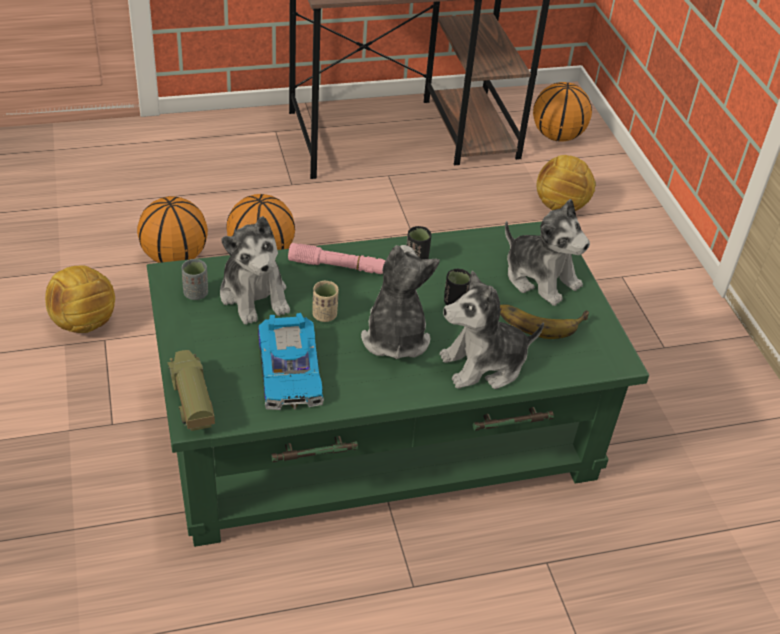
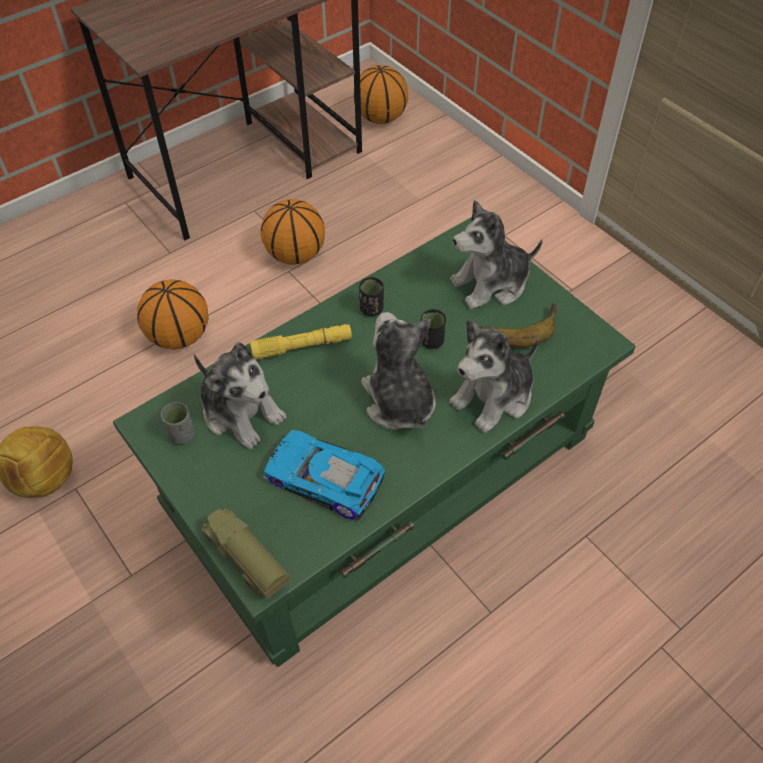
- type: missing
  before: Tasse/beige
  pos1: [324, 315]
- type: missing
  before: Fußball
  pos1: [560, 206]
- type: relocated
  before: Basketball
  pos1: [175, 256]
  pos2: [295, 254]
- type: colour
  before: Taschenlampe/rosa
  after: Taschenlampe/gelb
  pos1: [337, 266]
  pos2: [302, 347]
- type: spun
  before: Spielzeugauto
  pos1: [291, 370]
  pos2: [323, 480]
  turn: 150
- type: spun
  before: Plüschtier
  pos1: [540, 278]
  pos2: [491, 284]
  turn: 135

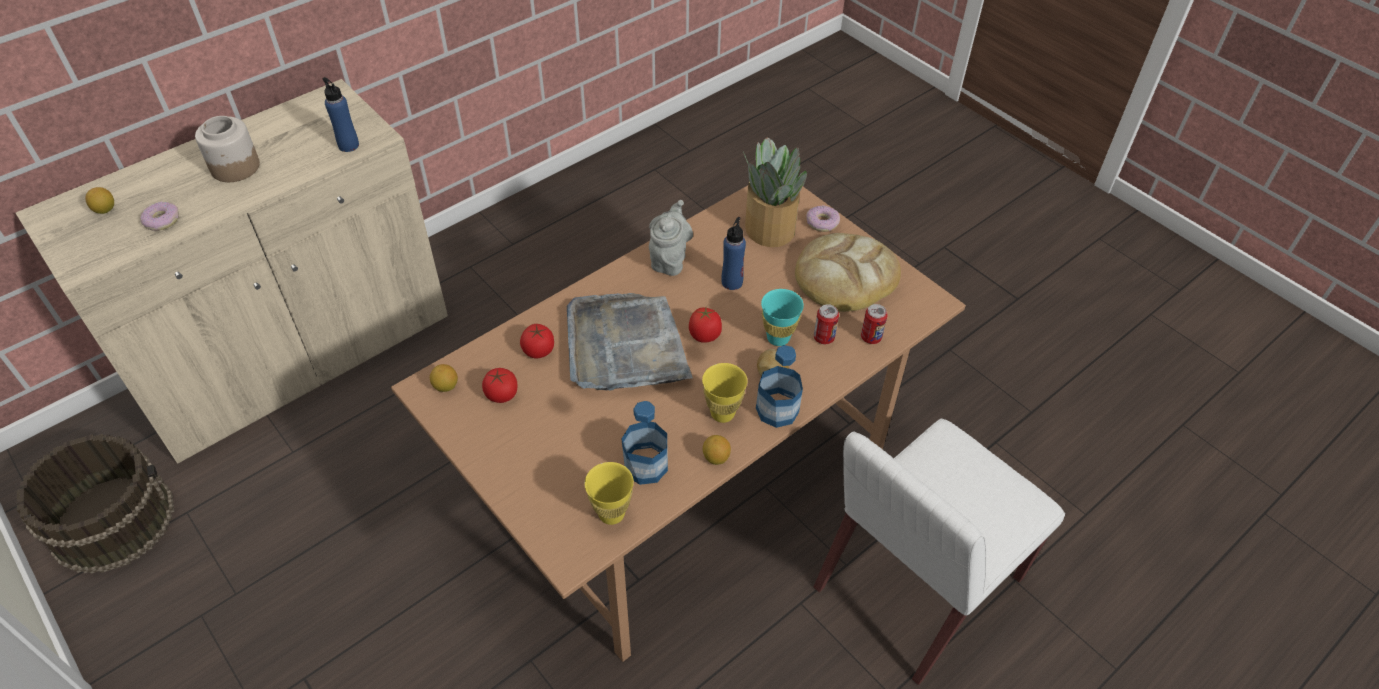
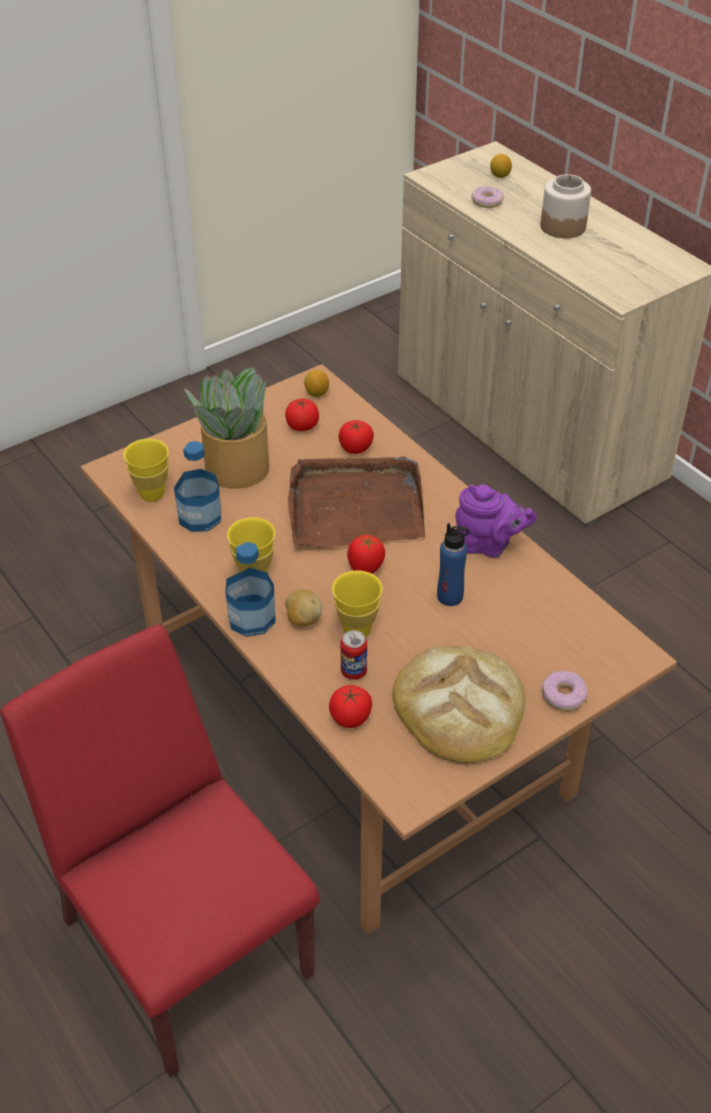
- type: missing
  before: Eimer/braun
  pos1: [112, 520]
- type: missing
  before: Flasche/blau
  pos1: [348, 145]
- type: missing
  before: Zitrone
  pos1: [716, 458]
- type: relocated
  before: Topfpflanze
  pos1: [770, 229]
  pos2: [236, 469]
- type: exchanged
  before: Dose
  after: Tomate
  pos1: [871, 337]
  pos2: [350, 717]
- type: colour
  before: Tablett/grau
  after: Tablett/braun
  pos1: [625, 347]
  pos2: [355, 507]
- type: colour
  before: Teekanne/grau
  after: Teekanne/lila
  pos1: [669, 259]
  pos2: [488, 545]
- type: colour
  before: Tasse/türkis
  after: Tasse/gelb
  pos1: [778, 338]
  pos2: [357, 629]
- type: colour
  before: Stuhl/weiß
  after: Stuhl/rot
  pos1: [916, 585]
  pos2: [185, 945]

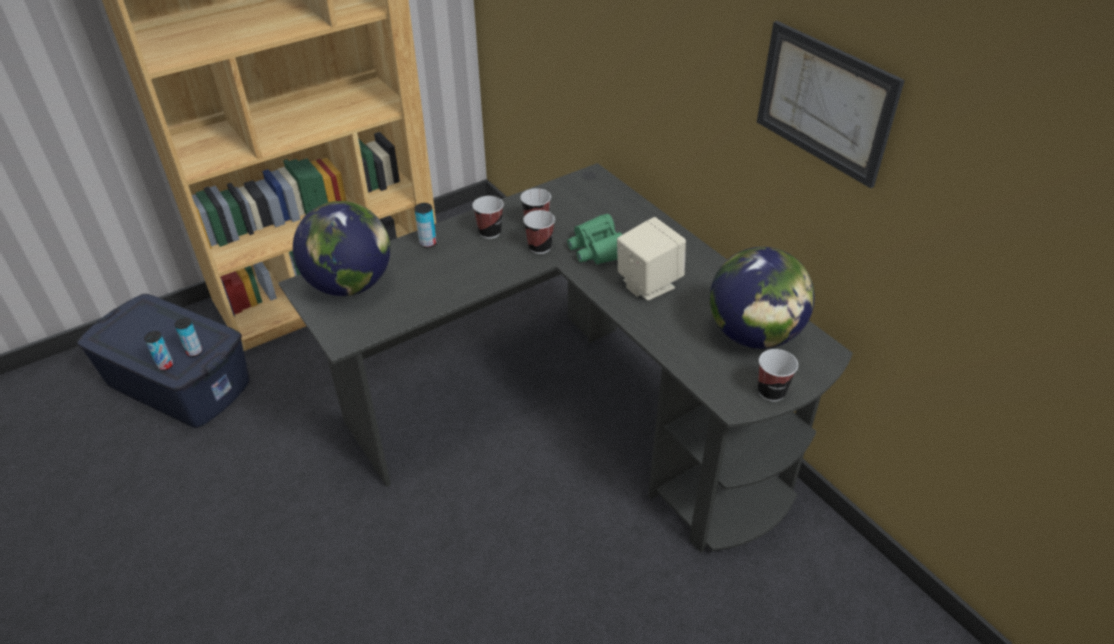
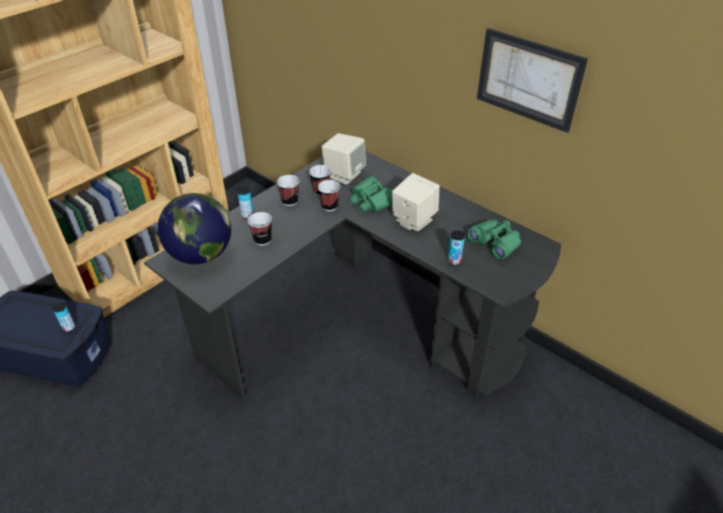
- type: appeared
  after: Lautsprecher/beige
  pos2: [344, 174]
- type: relocated
  before: Dose
  pos1: [165, 365]
  pos2: [454, 261]
- type: relocated
  before: Tasse
  pos1: [771, 392]
  pos2: [262, 240]
- type: exchanged
  before: Globus
  after: Fernglas/grün
  pos1: [753, 335]
  pos2: [495, 243]

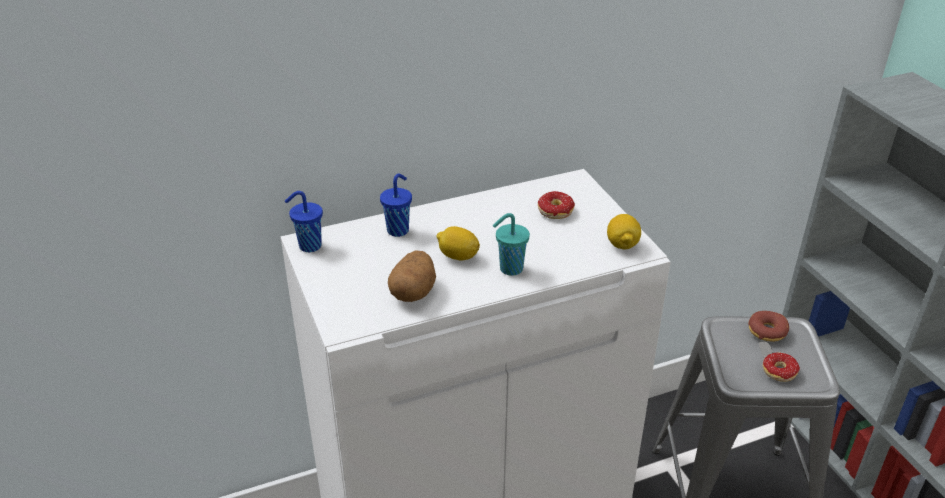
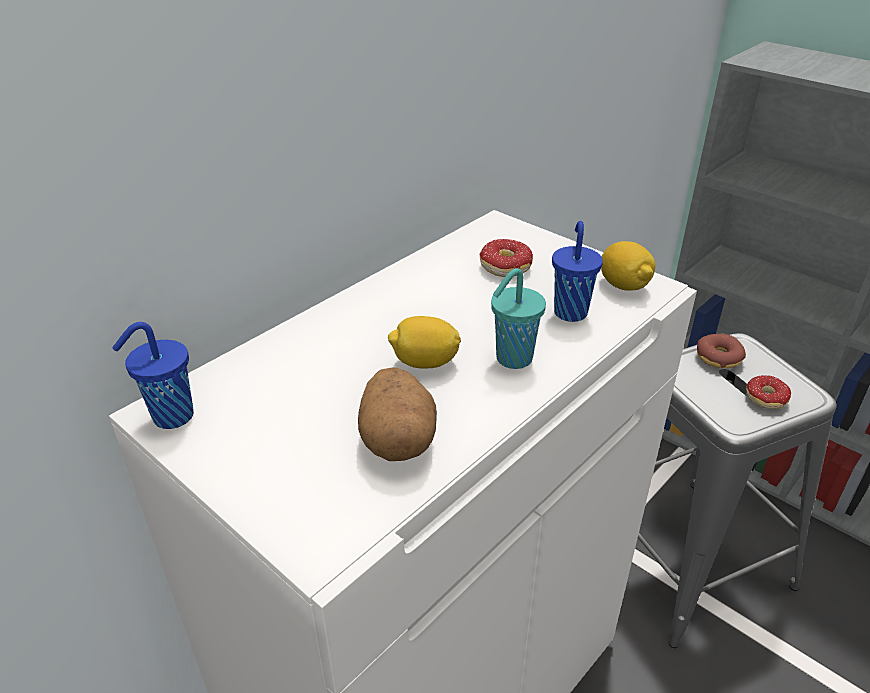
- type: relocated
  before: Tasse/blau
  pos1: [398, 230]
  pos2: [570, 311]

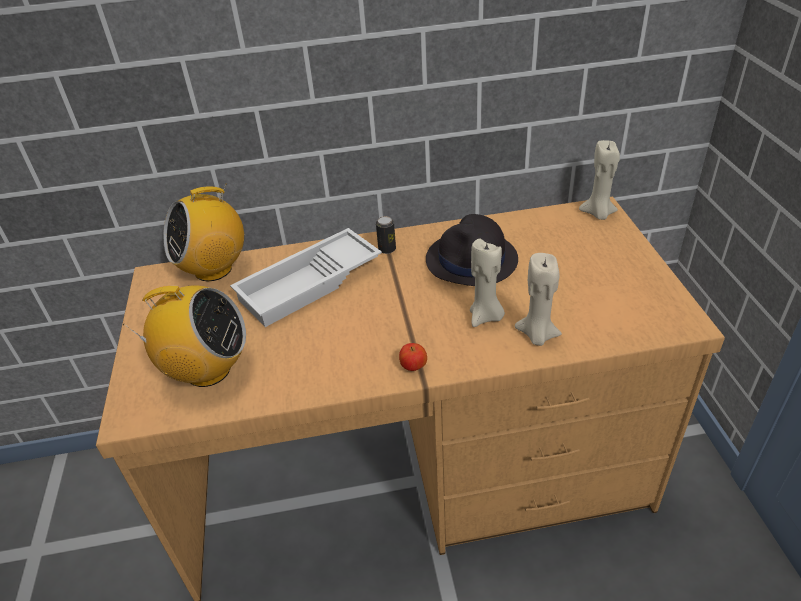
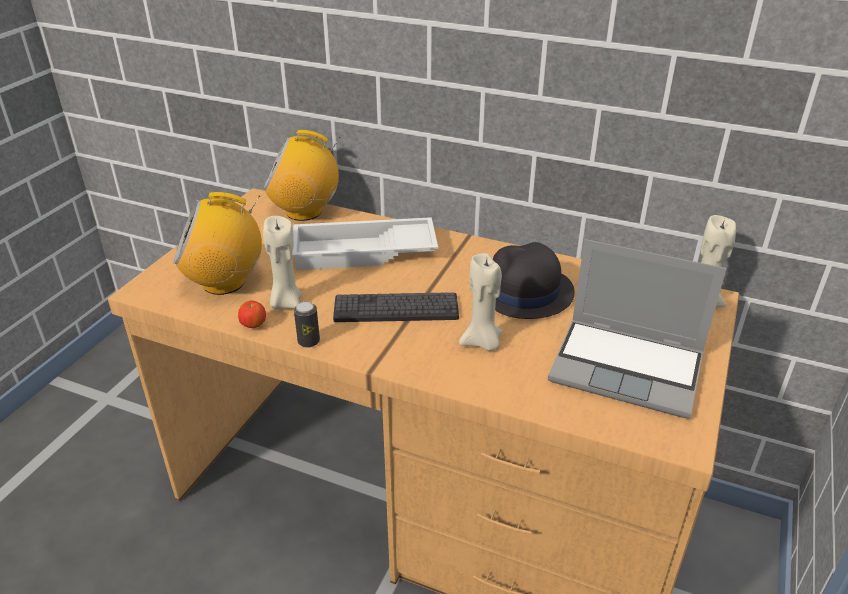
- type: appeared
  after: Tastatur
  pos2: [396, 309]
- type: appeared
  after: Laptop
  pos2: [628, 368]
- type: relocated
  before: Dose
  pos1: [387, 249]
  pos2: [308, 341]
- type: relocated
  before: Apfel
  pos1: [413, 367]
  pos2: [253, 325]
- type: relocated
  before: Kerze/beige
  pos1: [537, 335]
  pos2: [286, 303]
- type: spun
  before: Radio
  pos1: [207, 370]
  pos2: [224, 282]
  turn: 135

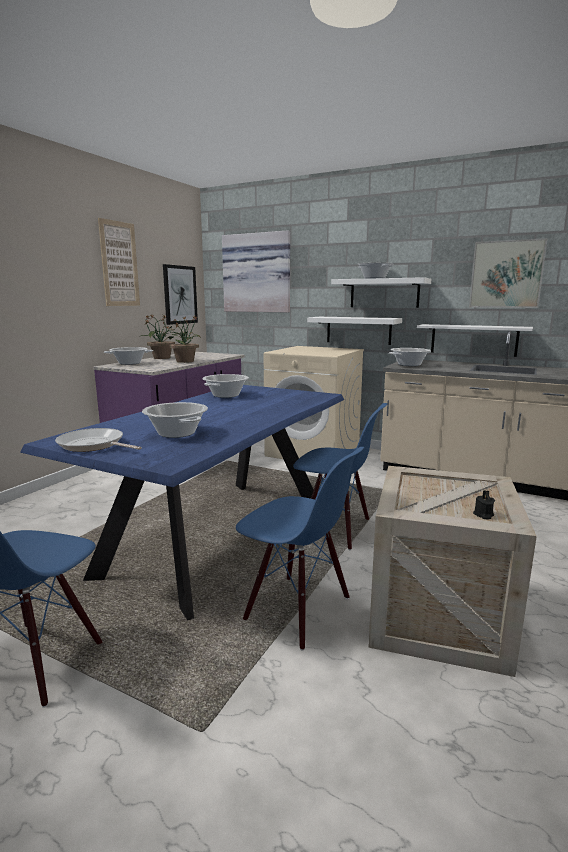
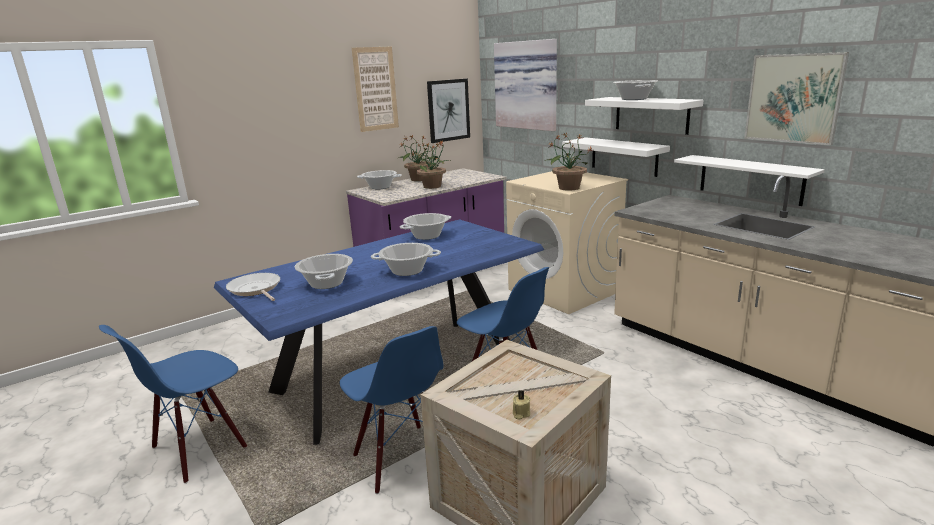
- type: appeared
  after: Topfpflanze
  pos2: [568, 188]
- type: relocated
  before: Kochtopf
  pos1: [409, 365]
  pos2: [407, 271]
- type: colour
  before: Kerze/schwarz
  after: Kerze/beige
  pos1: [483, 515]
  pos2: [520, 413]

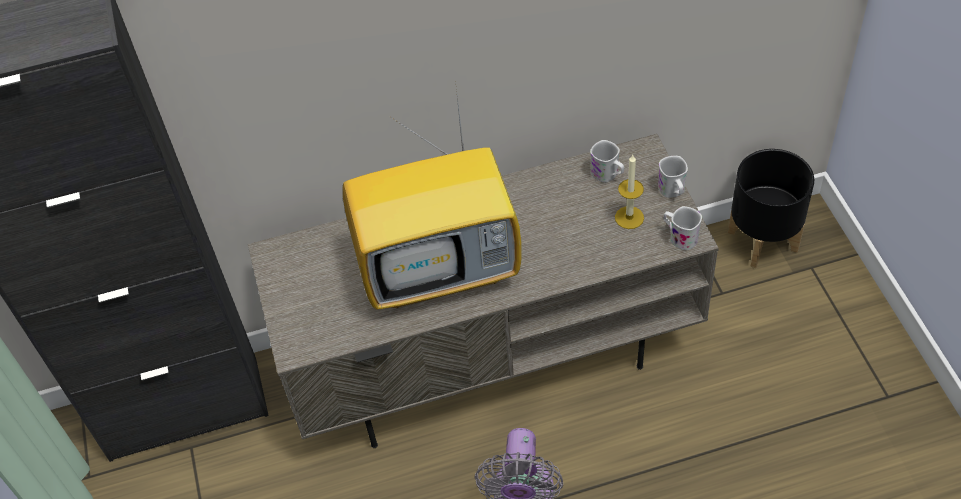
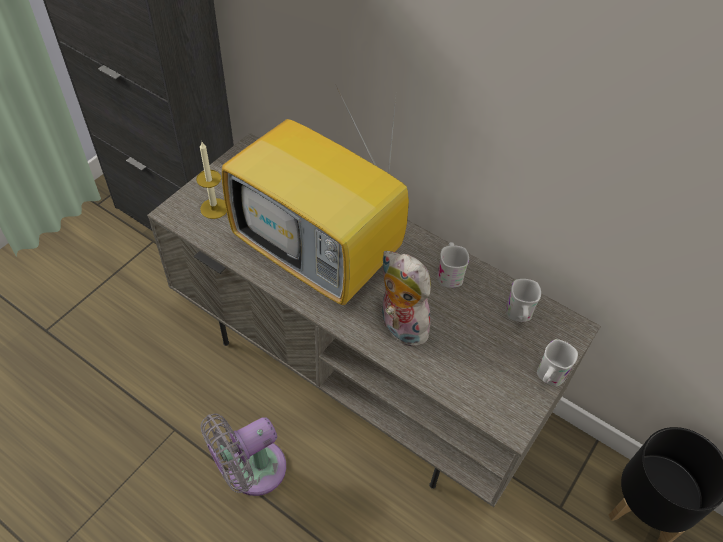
- type: appeared
  after: Plüschtier
  pos2: [400, 326]
- type: relocated
  before: Kerze
  pos1: [629, 217]
  pos2: [214, 208]
- type: relocated
  before: Henkelbecher/weiß
  pos1: [679, 237]
  pos2: [449, 273]

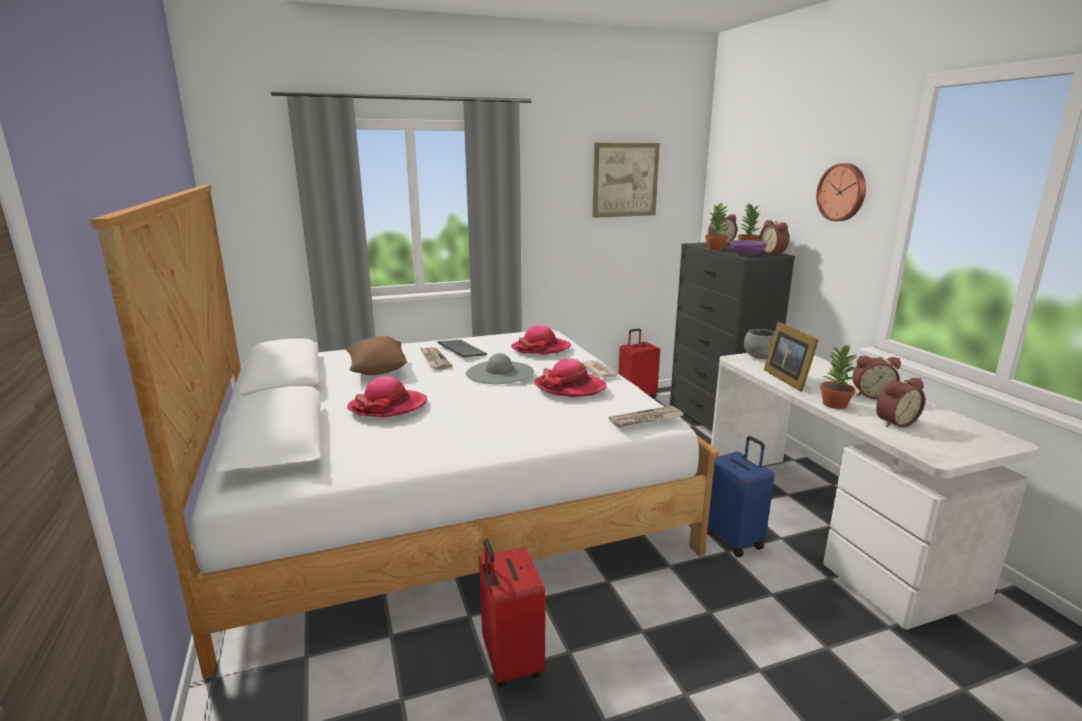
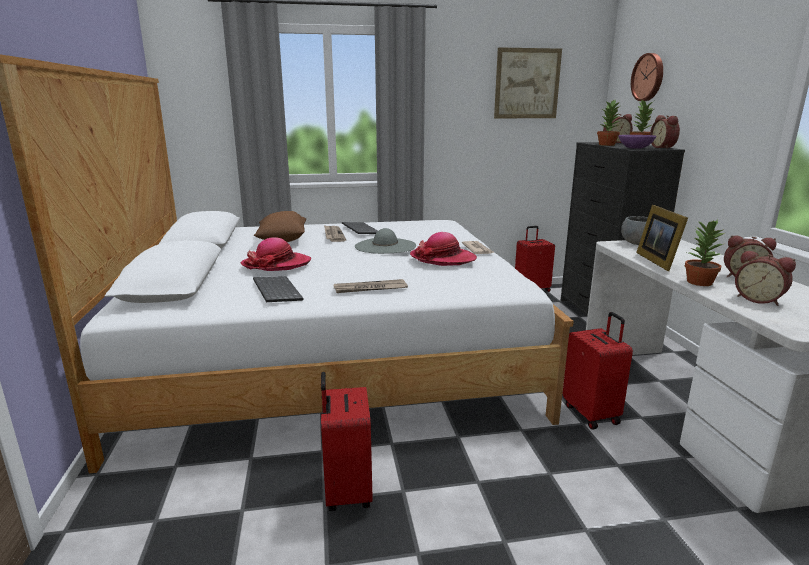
- type: missing
  before: Hut
  pos1: [541, 348]
- type: appeared
  after: Tastatur
  pos2: [275, 291]
- type: relocated
  before: Zeitung
  pos1: [646, 419]
  pos2: [369, 289]
- type: relocated
  before: Wanduhr
  pos1: [842, 192]
  pos2: [648, 77]
- type: colour
  before: Koffer/blau
  after: Koffer/rot
  pos1: [733, 539]
  pos2: [592, 414]
- type: spun
  before: Wecker
  pos1: [894, 422]
  pos2: [759, 299]
  turn: 60

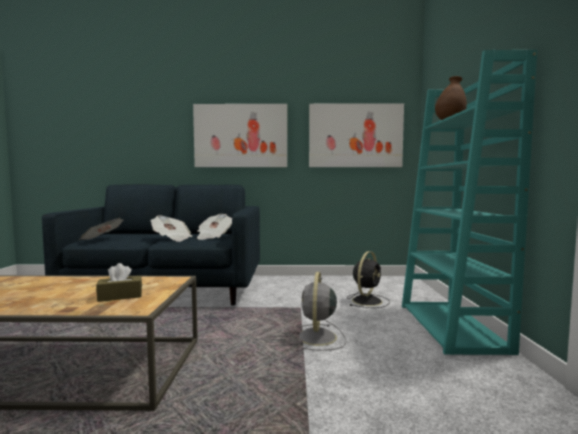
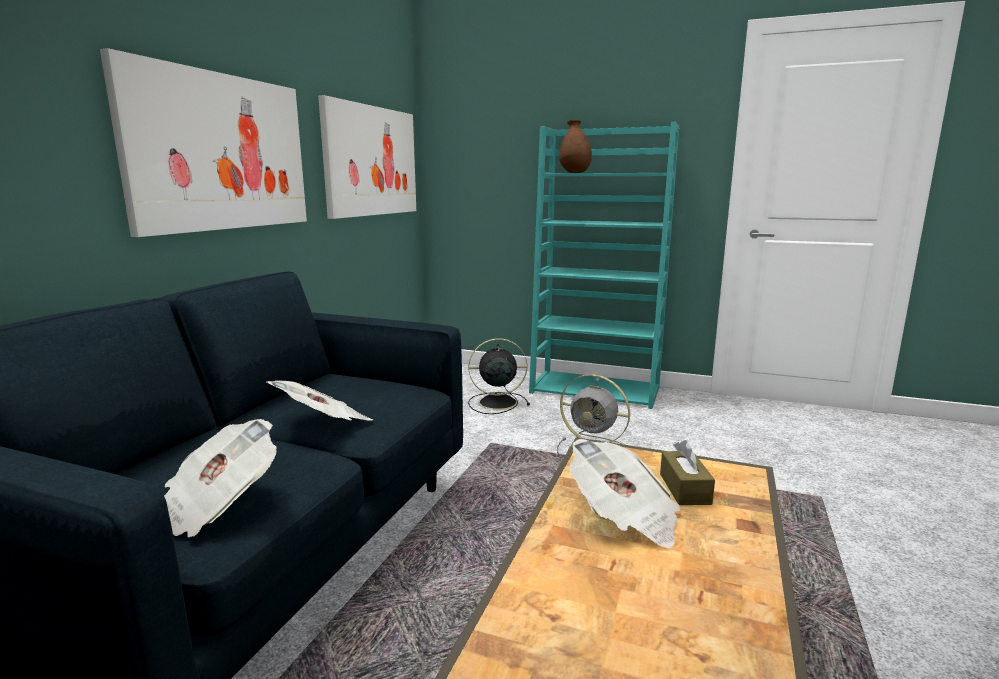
- type: relocated
  before: Zeitung
  pos1: [214, 237]
  pos2: [624, 518]
- type: spun
  before: Ventilator/schwarz
  pos1: [367, 300]
  pos2: [496, 403]
  turn: -60

